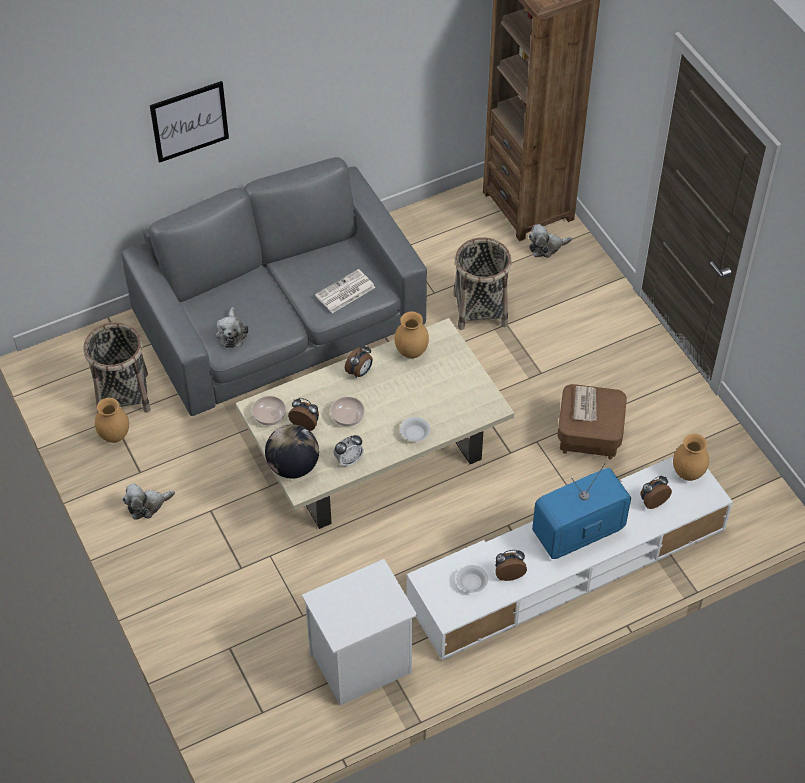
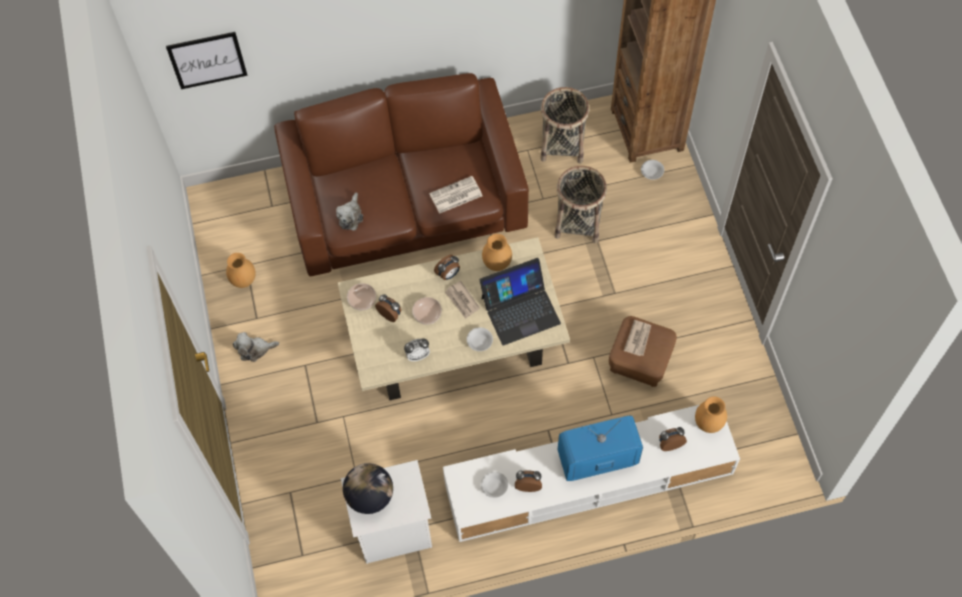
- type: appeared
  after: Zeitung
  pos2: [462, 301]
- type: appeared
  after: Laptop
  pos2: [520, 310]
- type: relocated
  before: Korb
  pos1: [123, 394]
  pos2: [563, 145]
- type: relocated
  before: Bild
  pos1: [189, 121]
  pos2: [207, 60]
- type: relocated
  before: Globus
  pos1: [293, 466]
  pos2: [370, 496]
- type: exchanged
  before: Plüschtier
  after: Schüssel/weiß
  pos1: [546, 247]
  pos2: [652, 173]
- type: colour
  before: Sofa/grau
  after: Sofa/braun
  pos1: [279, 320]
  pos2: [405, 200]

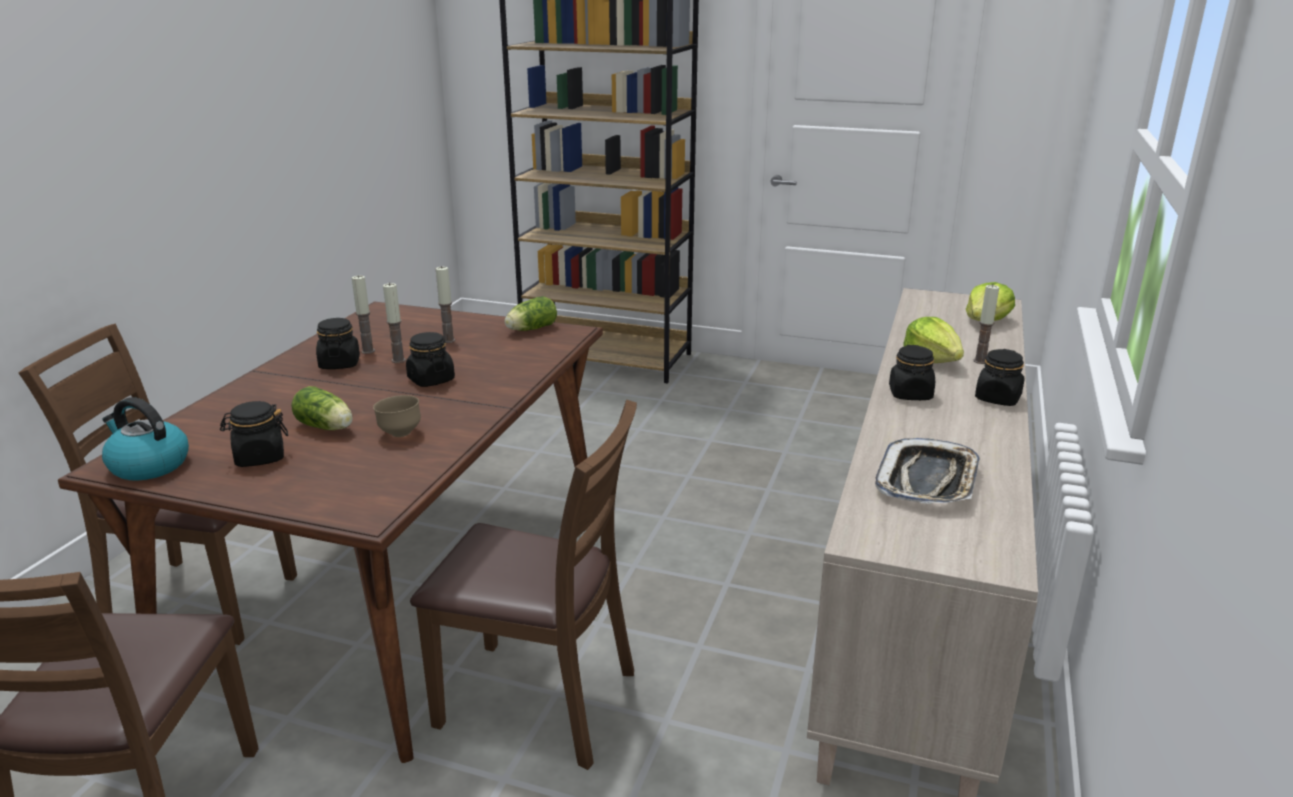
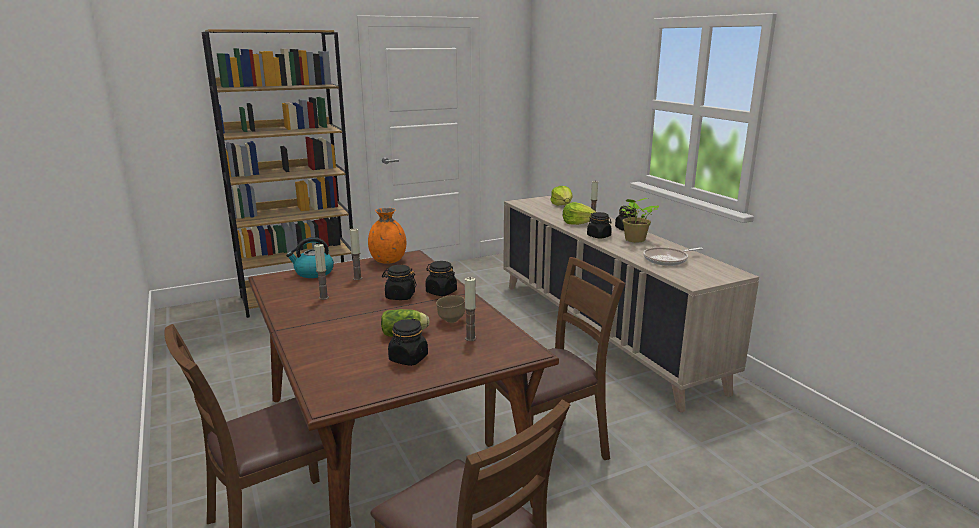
- type: appeared
  after: Topfpflanze
  pos2: [634, 240]
- type: relocated
  before: Wasserkessel
  pos1: [148, 465]
  pos2: [313, 273]
- type: relocated
  before: Vorratsglas/schwarz
  pos1: [339, 364]
  pos2: [441, 292]
- type: relocated
  before: Kerze
  pos1: [398, 360]
  pos2: [470, 338]
- type: exchanged
  before: Salatkopf
  after: Vase/orange
  pos1: [530, 329]
  pos2: [388, 261]
- type: exchanged
  before: Tablett
  after: Pfanne
  pos1: [928, 480]
  pos2: [667, 259]

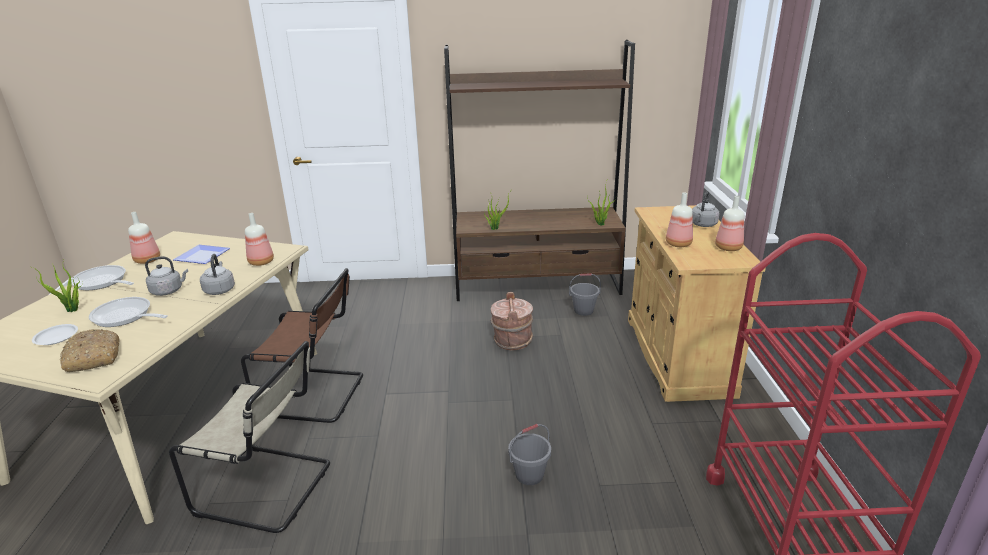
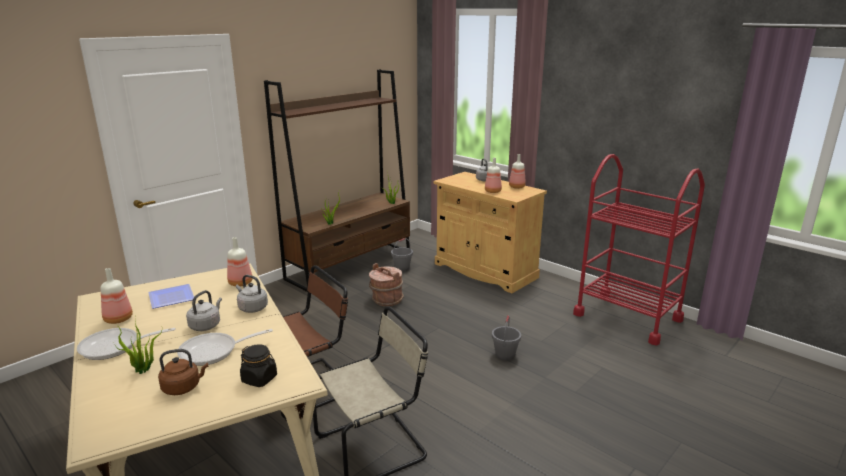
- type: exchanged
  before: Teller/weiß
  after: Wasserkessel/braun
  pos1: [56, 337]
  pos2: [183, 387]
- type: exchanged
  before: Brot
  after: Vorratsglas/schwarz
  pos1: [93, 358]
  pos2: [259, 379]

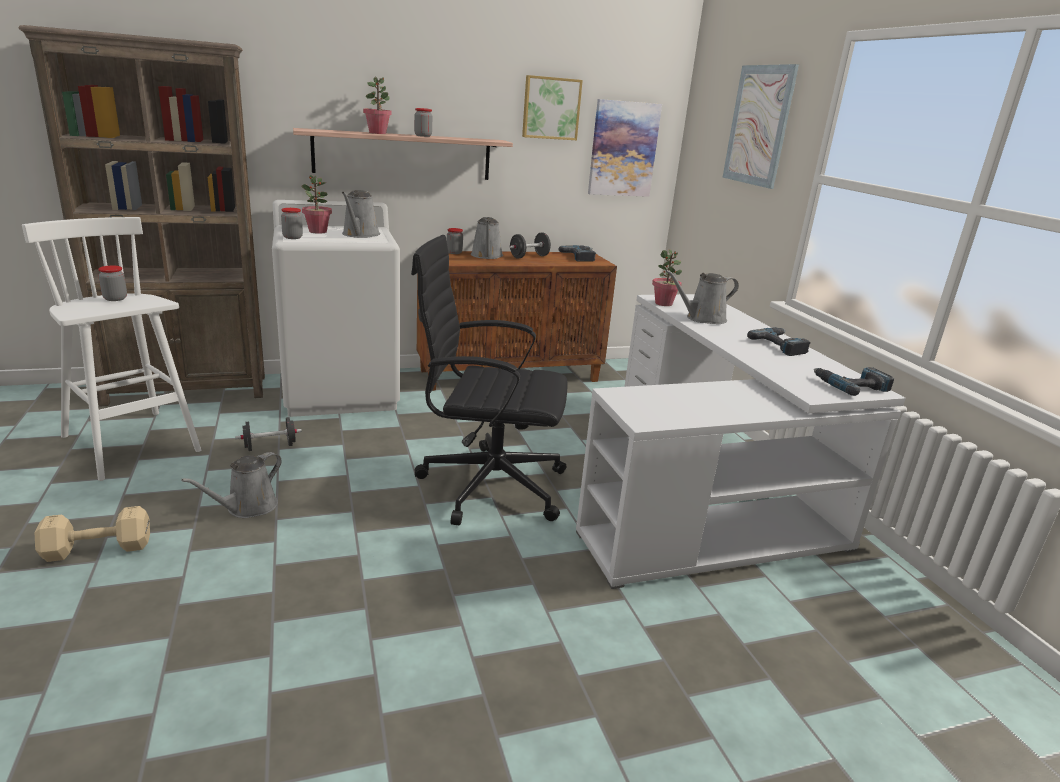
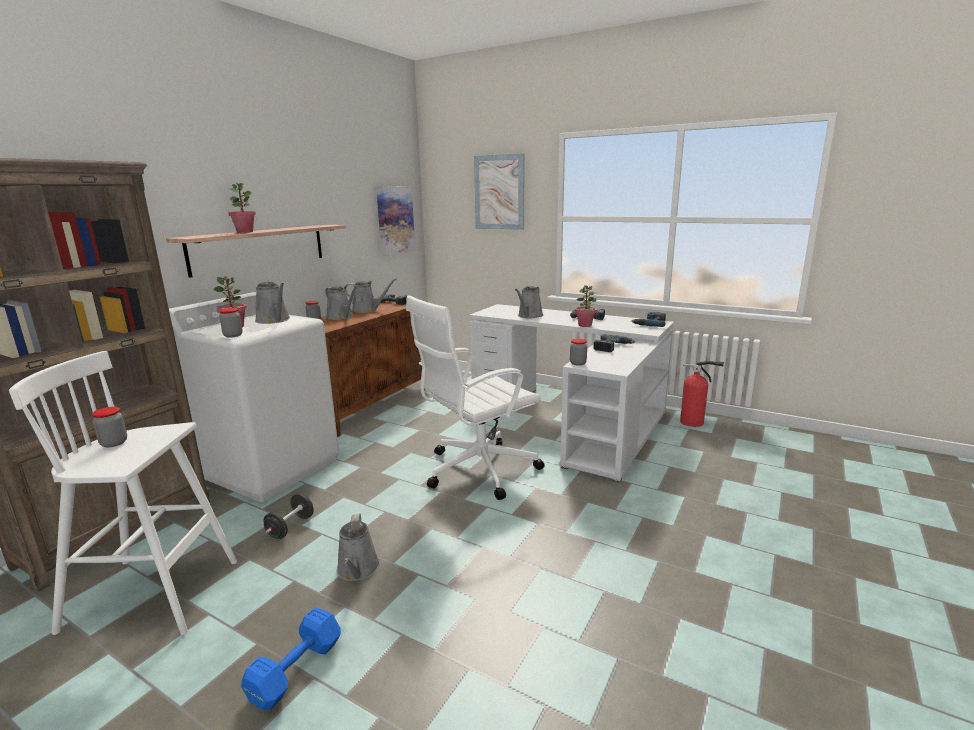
- type: missing
  before: Bild
  pos1: [551, 108]
- type: appeared
  after: Bohrmaschine
  pos2: [612, 347]
- type: appeared
  after: Feuerlöscher
  pos2: [694, 422]
- type: relocated
  before: Vorratsglas
  pos1: [423, 136]
  pos2: [578, 363]
- type: relocated
  before: Topfpflanze
  pos1: [664, 303]
  pos2: [585, 325]
- type: exchanged
  before: Hantel/schwarz
  after: Gießkanne/grau
  pos1: [529, 257]
  pos2: [367, 310]
- type: colour
  before: Hantel/beige
  after: Hantel/blau
  pos1: [95, 549]
  pos2: [294, 672]
- type: colour
  before: Bürostuhl/schwarz
  after: Bürostuhl/weiß
  pos1: [488, 485]
  pos2: [477, 470]

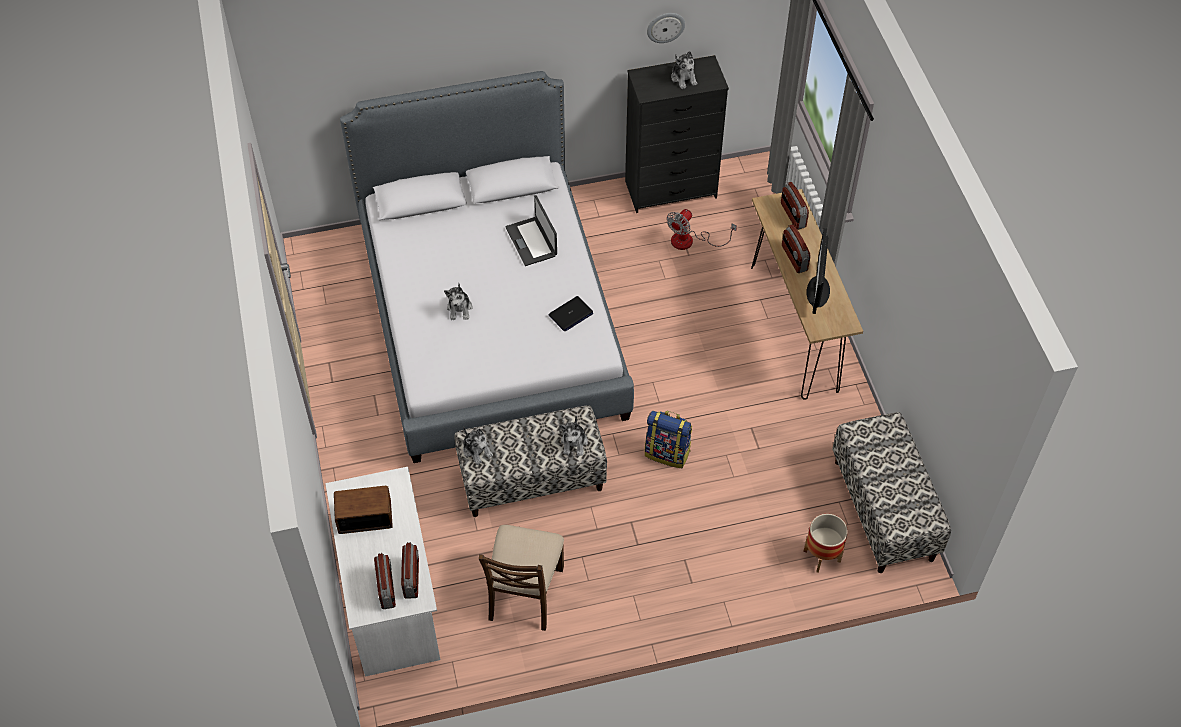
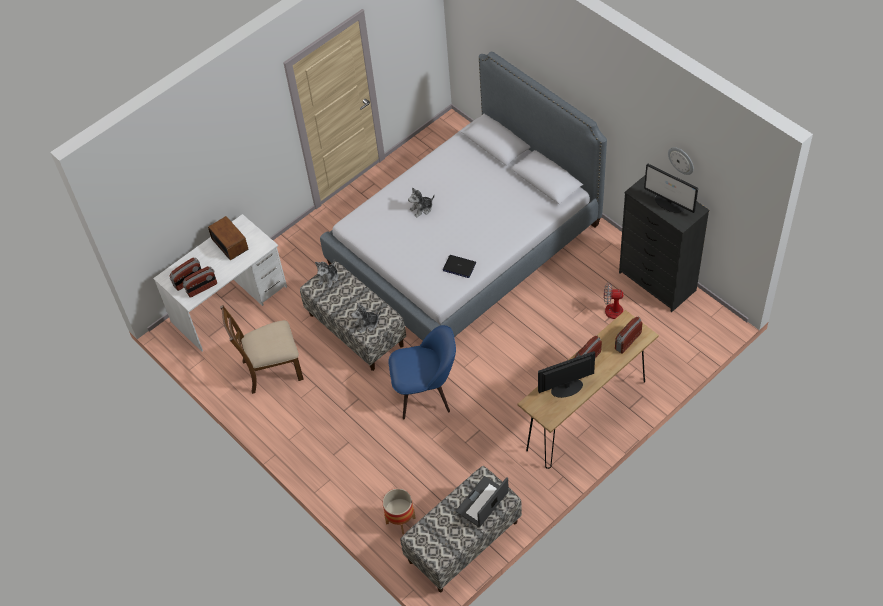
- type: relocated
  before: Laptop
  pos1: [532, 241]
  pos2: [483, 502]
- type: exchanged
  before: Rucksack
  after: Stuhl/blau
  pos1: [668, 453]
  pos2: [426, 392]
- type: exchanged
  before: Plüschtier
  after: Monitor
  pos1: [683, 78]
  pos2: [670, 203]

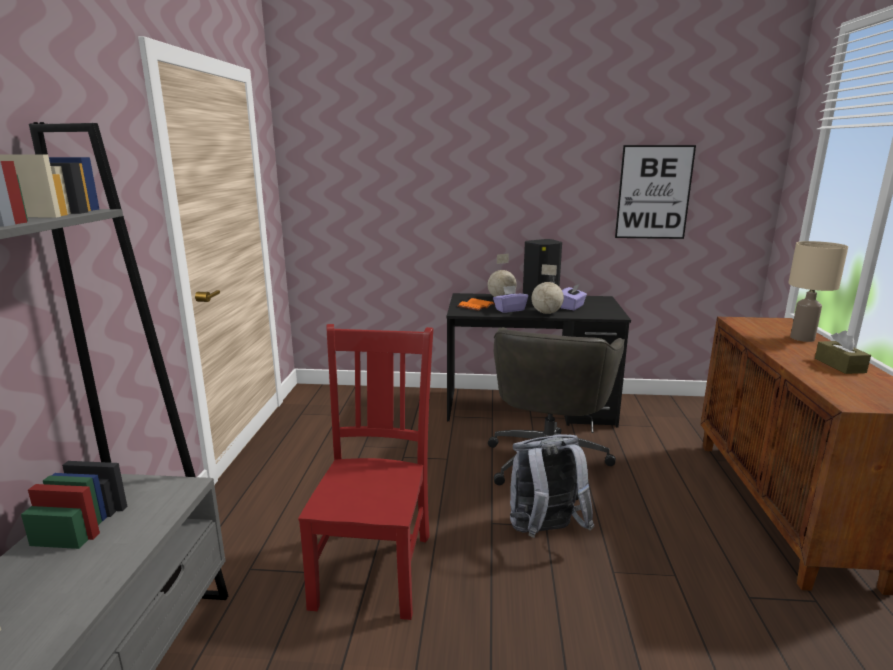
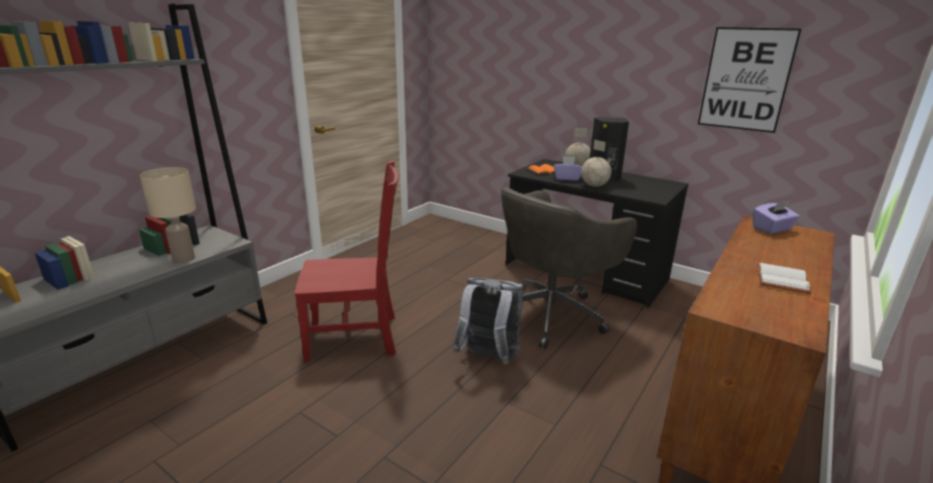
- type: relocated
  before: Taschentuchbox/lila
  pos1: [572, 307]
  pos2: [772, 229]
- type: relocated
  before: Tischlampe/beige
  pos1: [803, 338]
  pos2: [183, 259]
- type: exchanged
  before: Taschentuchbox/braun
  after: Buch/weiß
  pos1: [839, 365]
  pos2: [784, 280]
- type: spun
  before: Stuhl/rot
  pos1: [375, 566]
  pos2: [356, 337]
  turn: 45

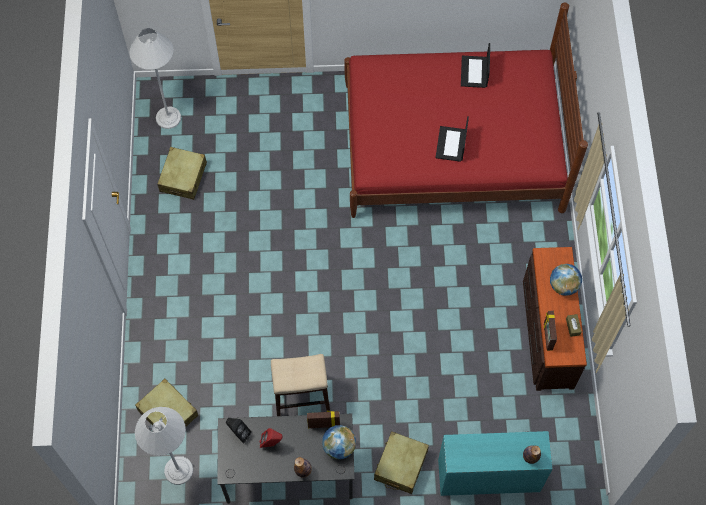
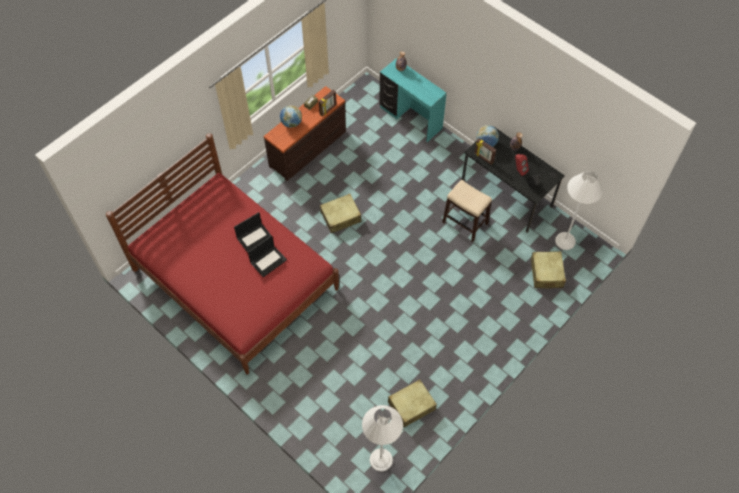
- type: relocated
  before: Koffer/beige
  pos1: [400, 465]
  pos2: [341, 217]
- type: relocated
  before: Laptop
  pos1: [474, 72]
  pos2: [268, 261]

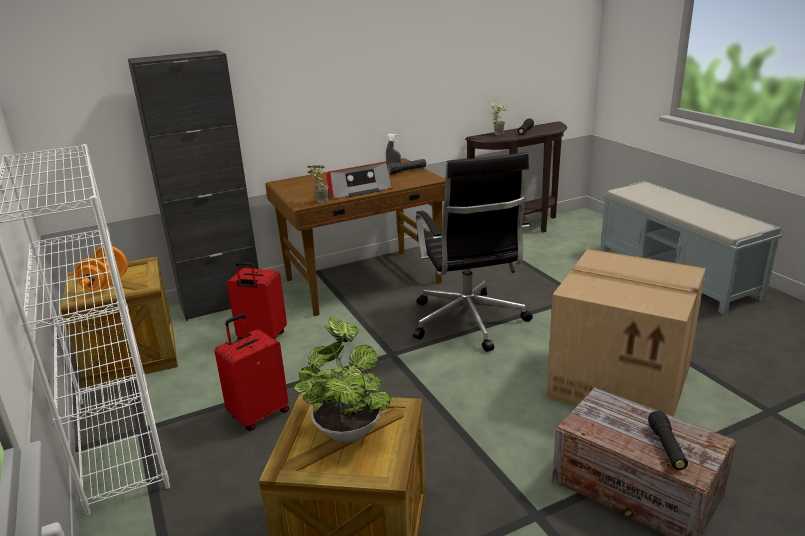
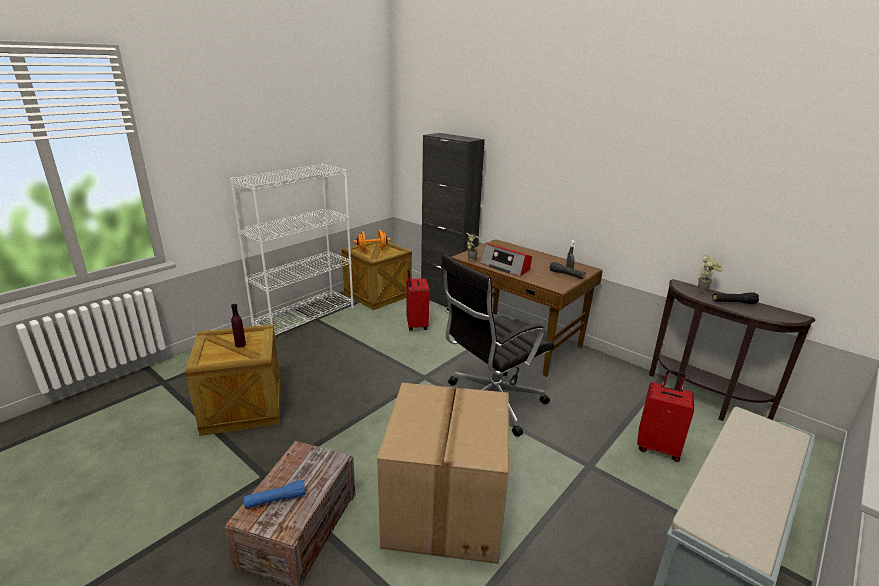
- type: relocated
  before: Koffer/rot
  pos1: [258, 414]
  pos2: [658, 447]
- type: exchanged
  before: Topfpflanze
  after: Flasche/lila
  pos1: [347, 428]
  pos2: [240, 344]
- type: colour
  before: Taschenlampe/schwarz
  after: Taschenlampe/blau
  pos1: [666, 447]
  pos2: [275, 500]

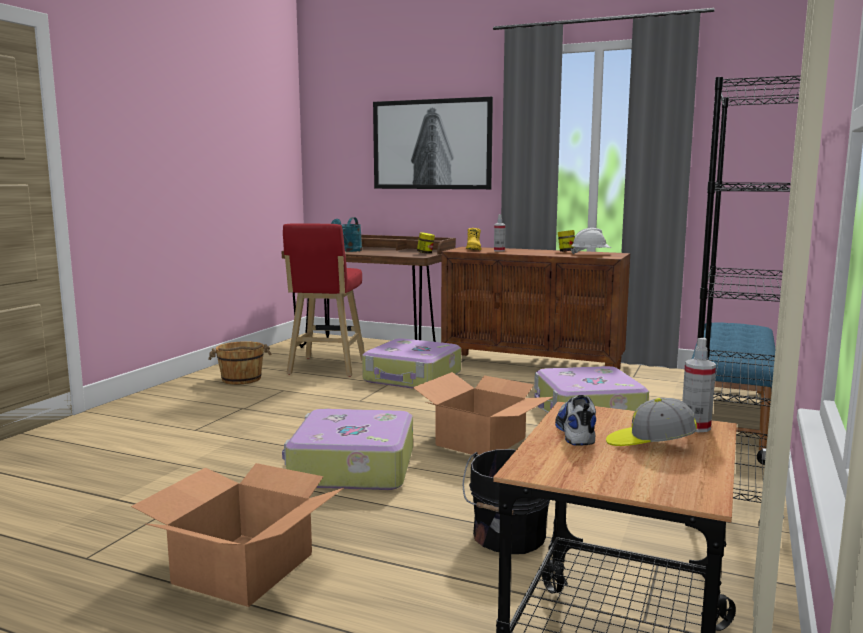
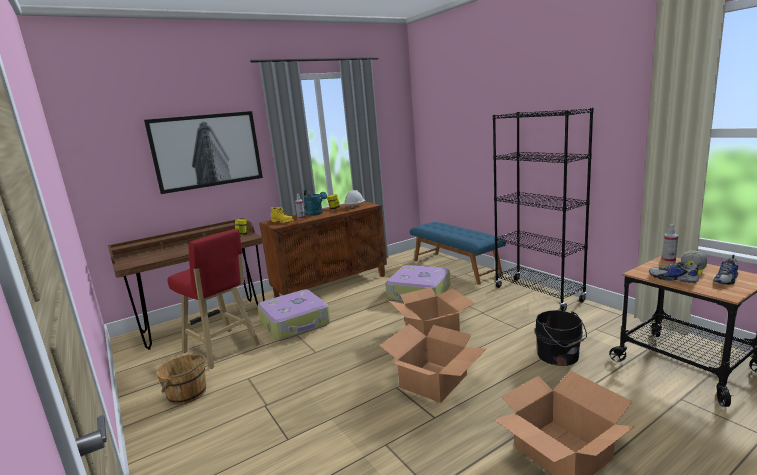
- type: appeared
  after: Schuh
  pos2: [726, 279]
- type: relocated
  before: Gießkanne/türkis
  pos1: [348, 251]
  pos2: [316, 214]
- type: exchanged
  before: Koffer
  after: Karton
  pos1: [351, 467]
  pos2: [434, 381]

